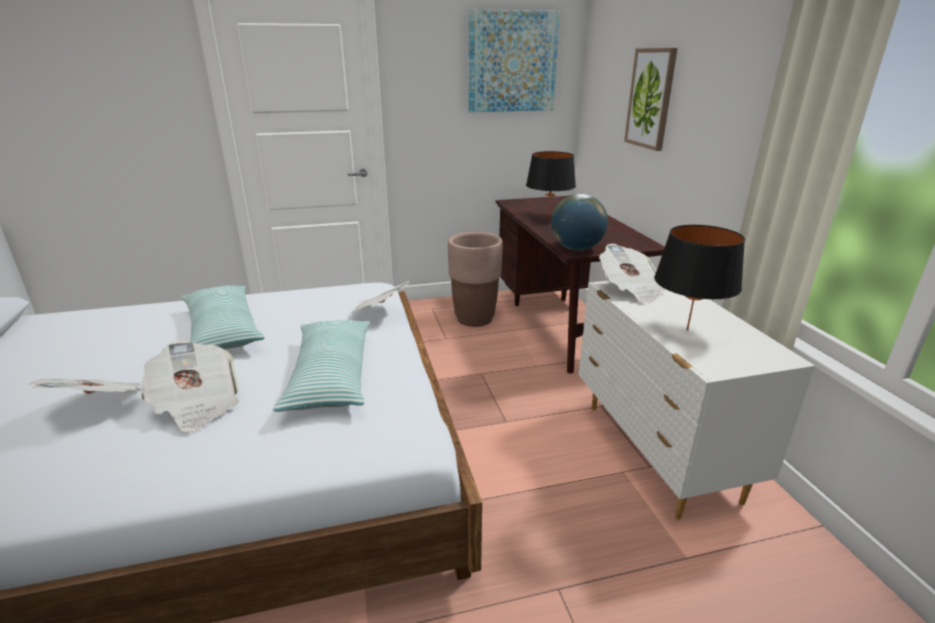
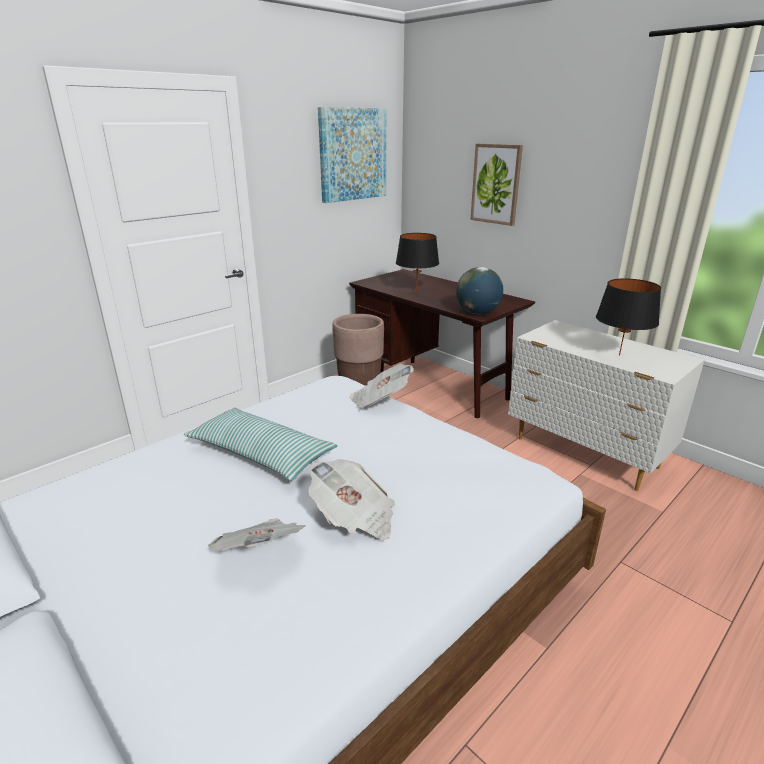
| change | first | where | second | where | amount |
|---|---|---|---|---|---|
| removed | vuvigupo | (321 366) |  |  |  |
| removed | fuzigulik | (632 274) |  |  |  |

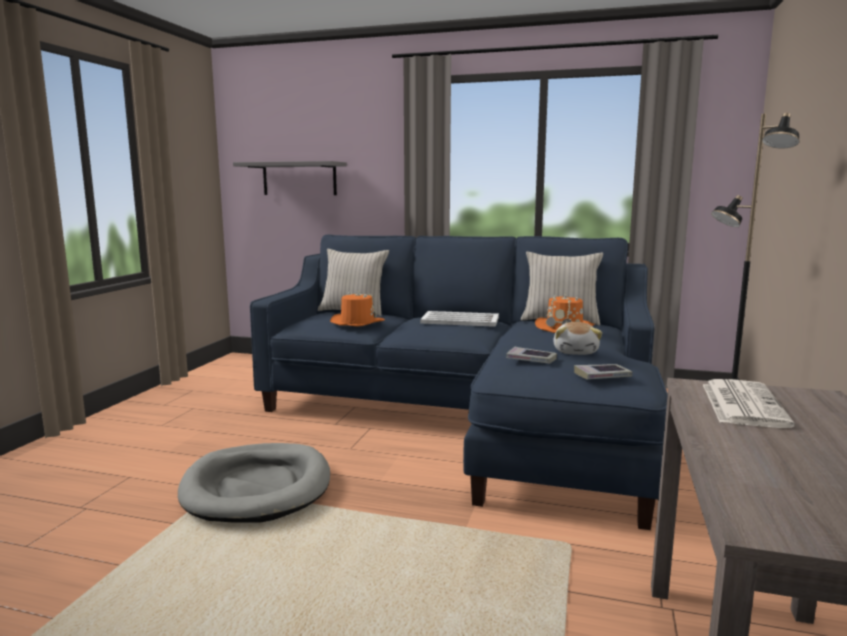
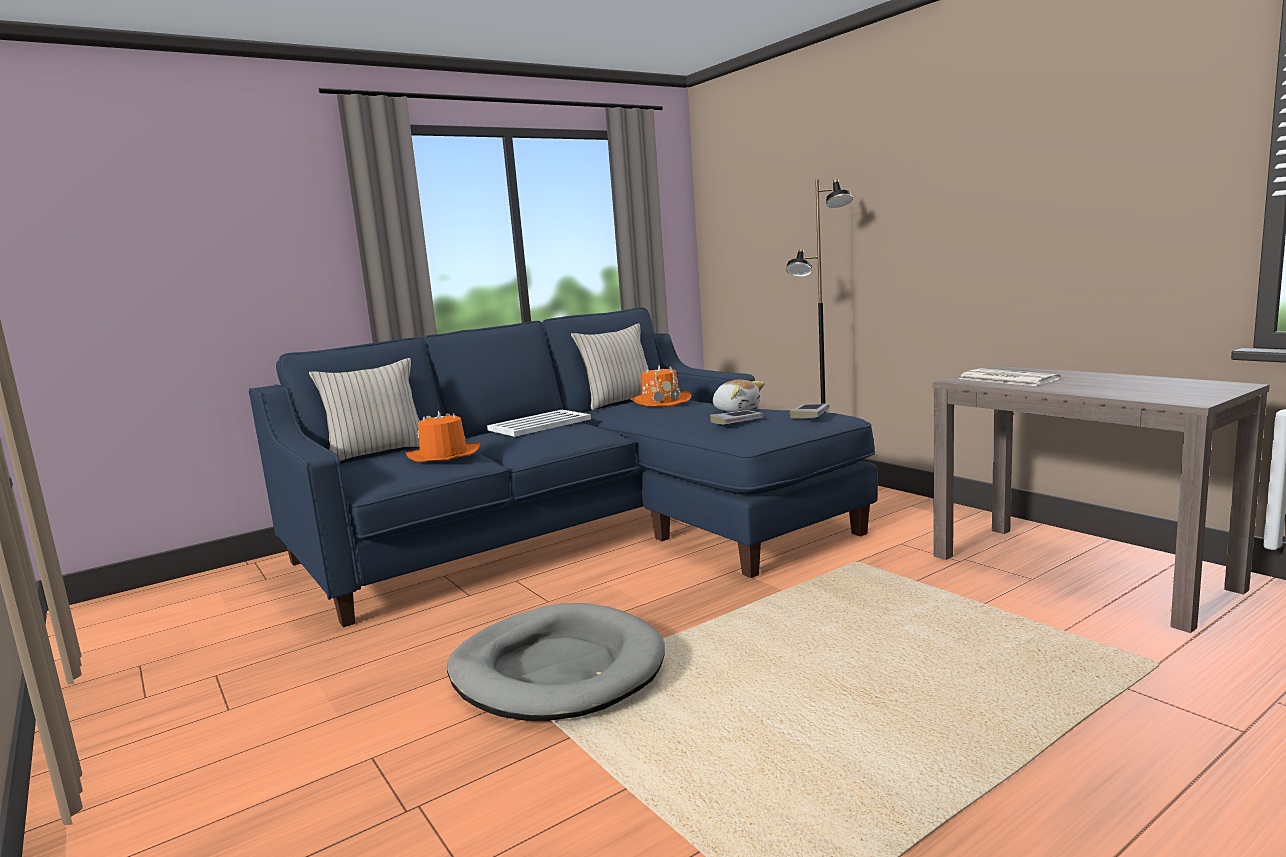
| change | first | where | second | where | amount |
|---|---|---|---|---|---|
| removed | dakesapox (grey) | (290 178) |  |  |  |

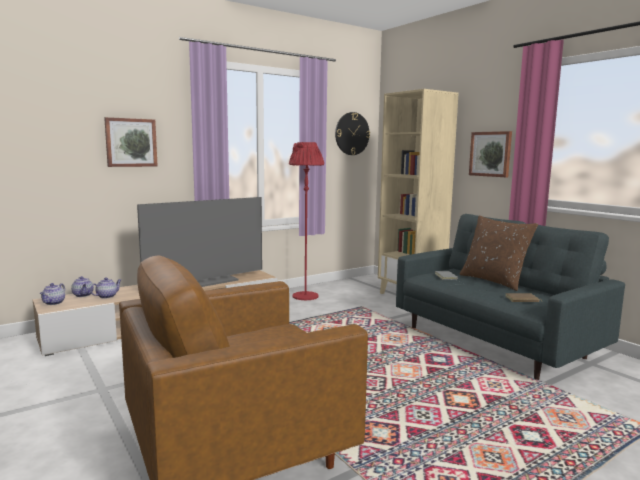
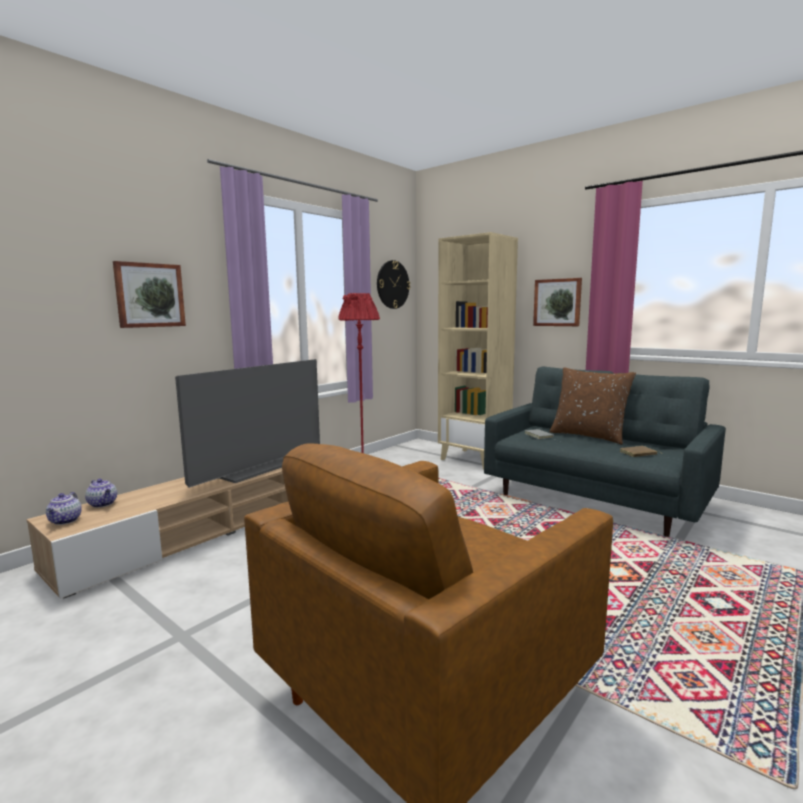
| change | first | where | second | where | amount |
|---|---|---|---|---|---|
| removed | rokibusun | (106 288) |  |  |  |

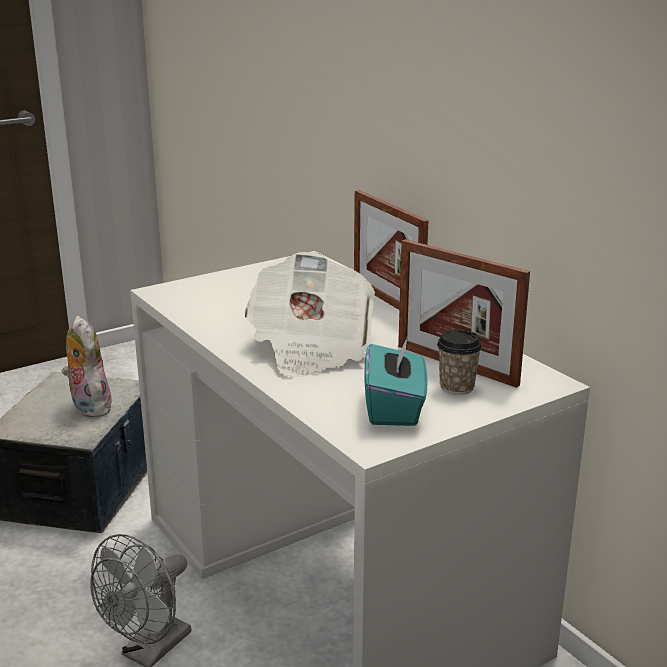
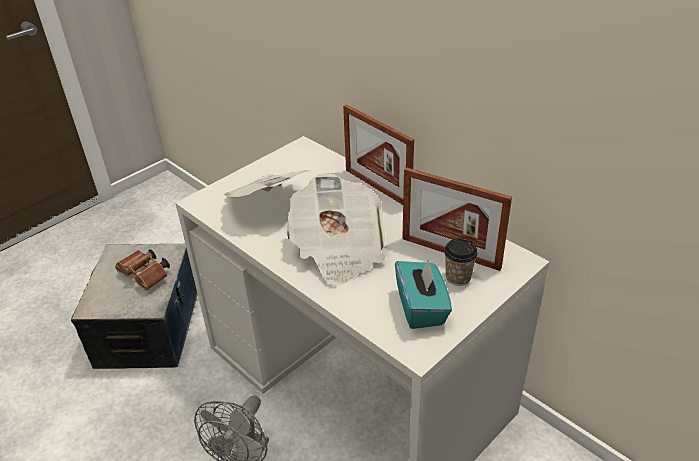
| change | first | where | second | where | amount |
|---|---|---|---|---|---|
| added |  |  | fuzigulik | (266 183) |  |
| replaced | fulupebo | (87 366) | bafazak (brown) | (142 269) |  |

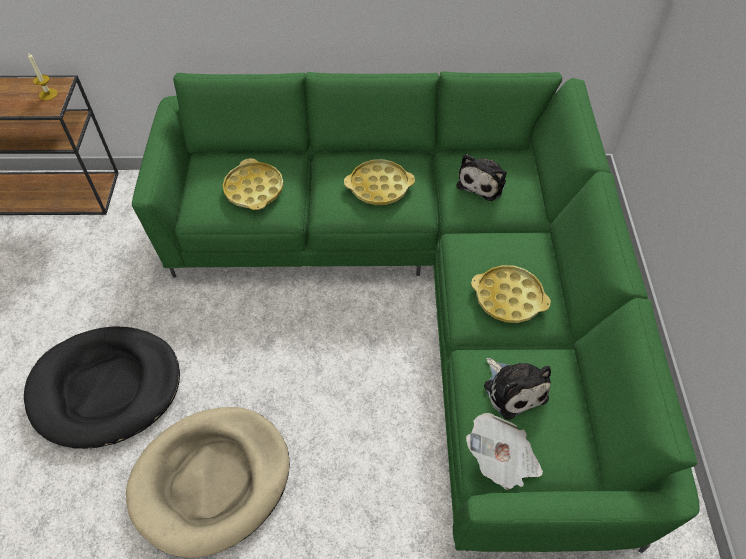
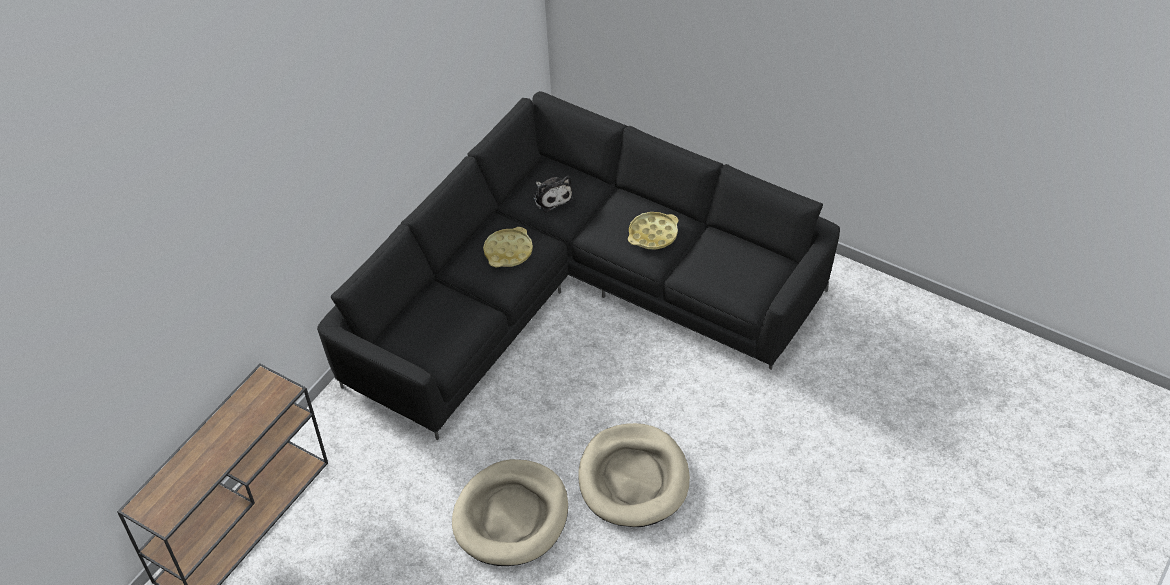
| change | first | where | second | where | amount |
|---|---|---|---|---|---|
| removed | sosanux | (43 76) |  |  |  |
| removed | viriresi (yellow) | (253 184) |  |  |  |
| removed | fuzigulik | (504 451) |  |  |  |
| removed | fulupebo | (517 389) |  |  |  |
| recoloured | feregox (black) | (102 387) | feregox (beige) | (510 512) |  |
| recoloured | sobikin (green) | (416 312) | sobikin (black) | (578 265) |  |

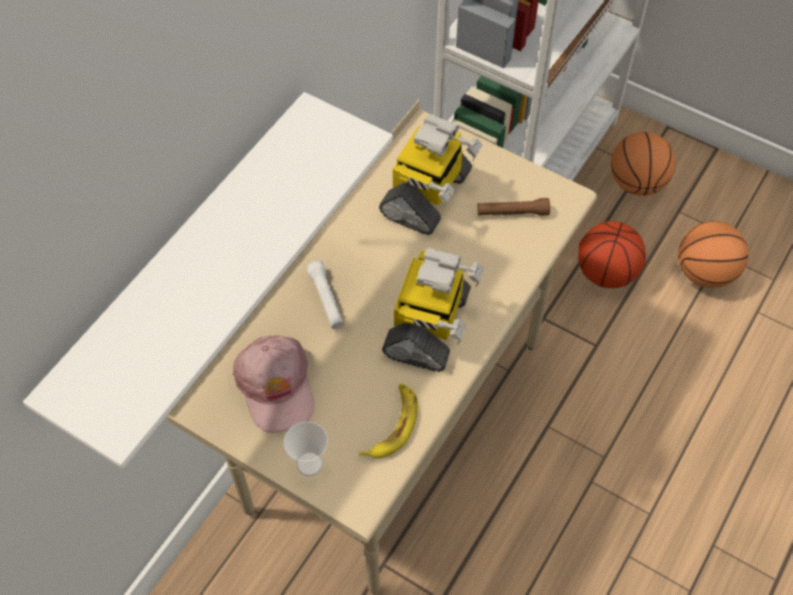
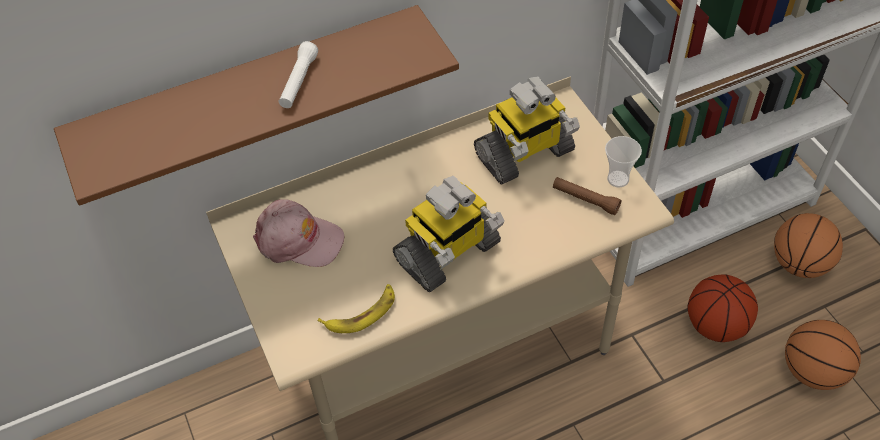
| change | first | where | second | where | amount |
|---|---|---|---|---|---|
| moved | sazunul | (306 448) |  | (623 161) |  |
| moved | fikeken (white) | (325 295) |  | (298 74) |  |
| recoloured | dakesapox (white) | (208 280) | dakesapox (brown) | (256 105) |  |
| turned | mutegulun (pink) | (273 384) |  | (298 233) | 90 degrees counterclockwise |

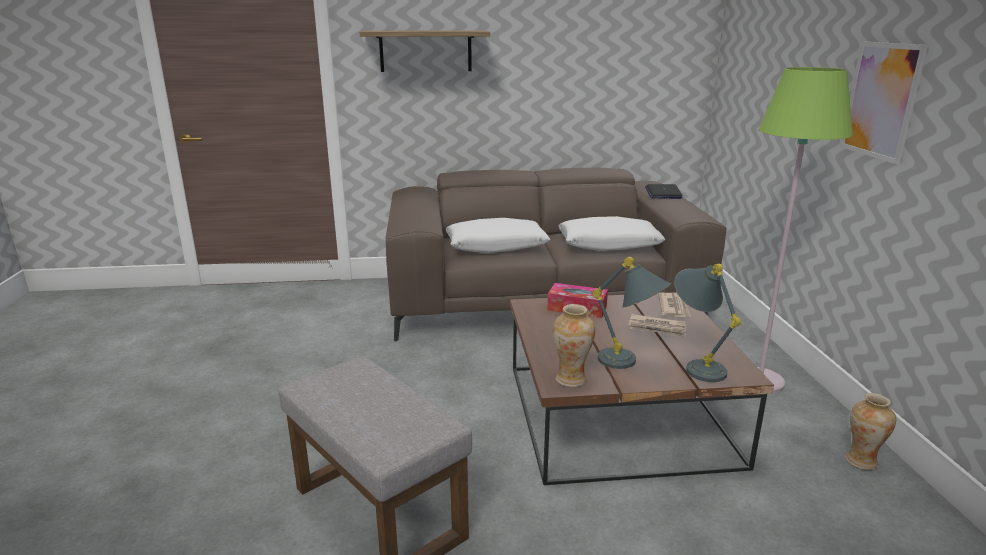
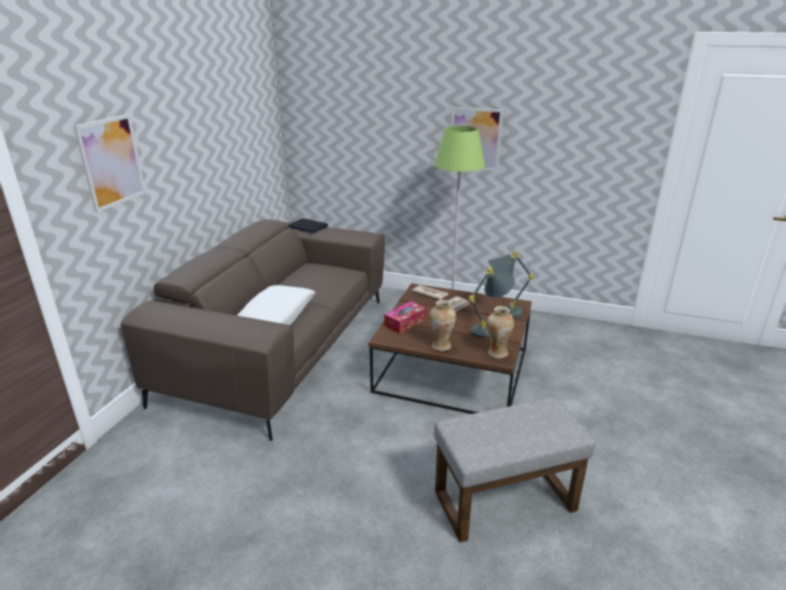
| change | first | where | second | where | amount |
|---|---|---|---|---|---|
| removed | vuvigupo (white) | (612 233) |  |  |  |
| moved | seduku | (870 431) |  | (442 325) |  |
| replaced | dakesapox | (424 51) | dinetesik | (110 163) |  |

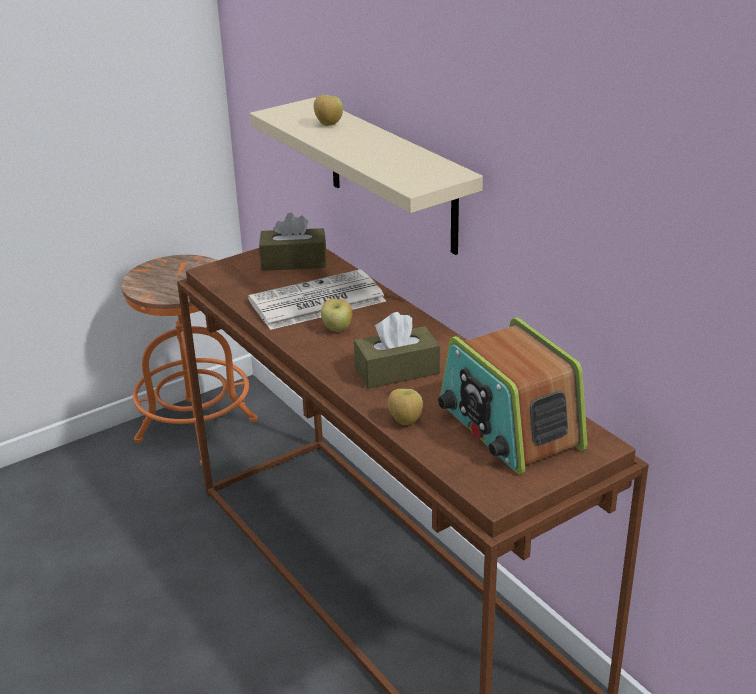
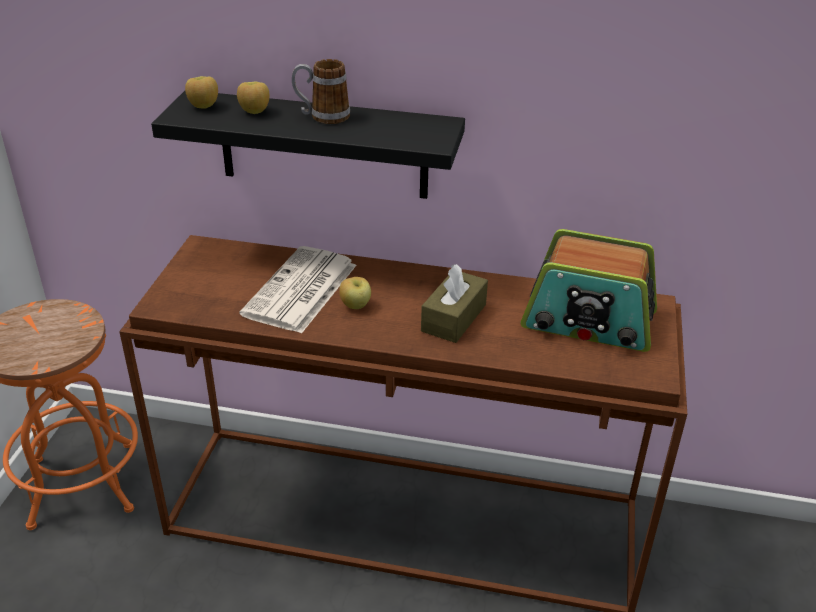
| change | first | where | second | where | amount |
|---|---|---|---|---|---|
| removed | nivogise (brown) | (292 241) |  |  |  |
| added |  |  | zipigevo | (321 91) |  |
| moved | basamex | (405 407) |  | (201 92) |  |
| recoloured | dakesapox (beige) | (366 176) | dakesapox (black) | (308 145) |  |

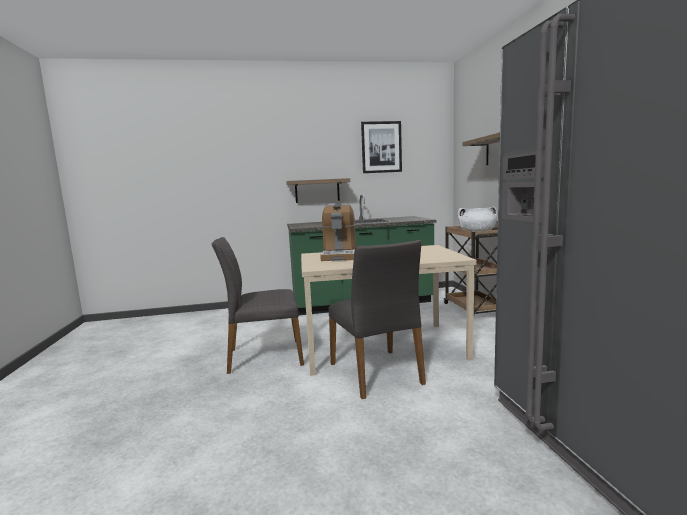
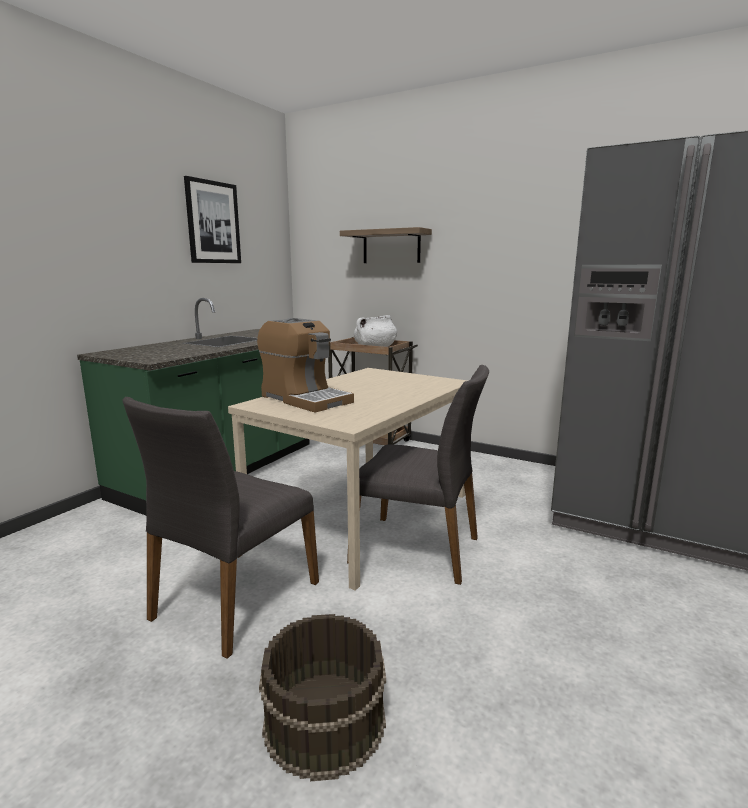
| change | first | where | second | where | amount |
|---|---|---|---|---|---|
| removed | dakesapox | (318 190) |  |  |  |
| added |  |  | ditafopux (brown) | (322 697) |  |

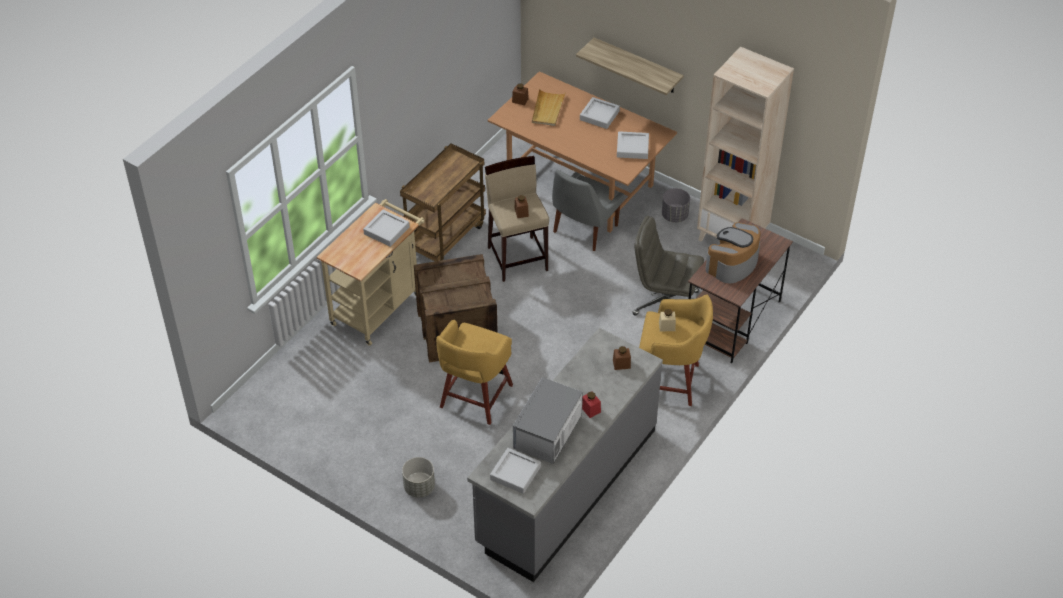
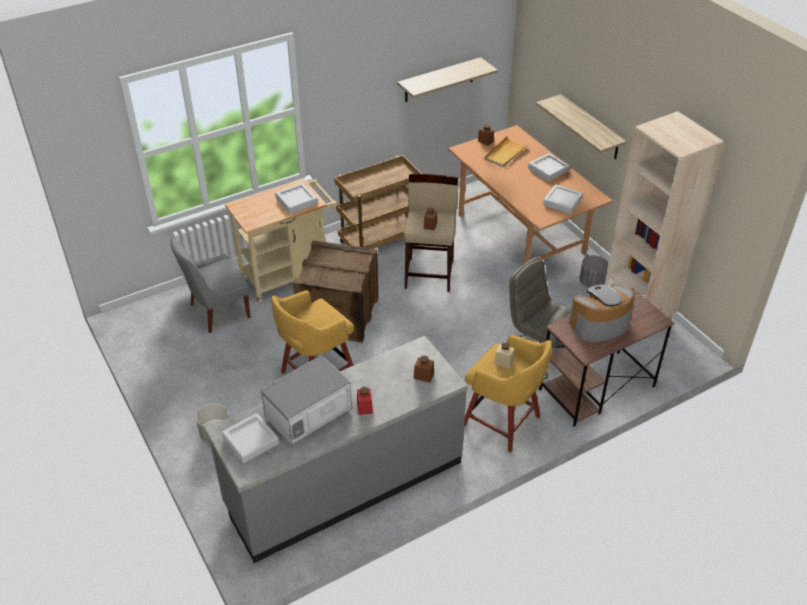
| change | first | where | second | where | amount |
|---|---|---|---|---|---|
| added |  |  | dakesapox | (447 79) |  |
| moved | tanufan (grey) | (588 210) |  | (211 285) |  |

